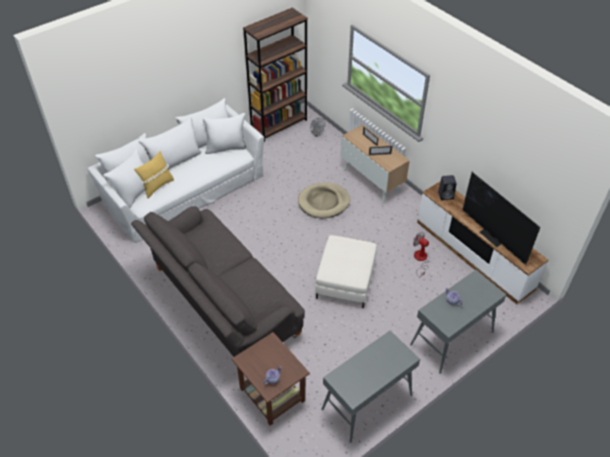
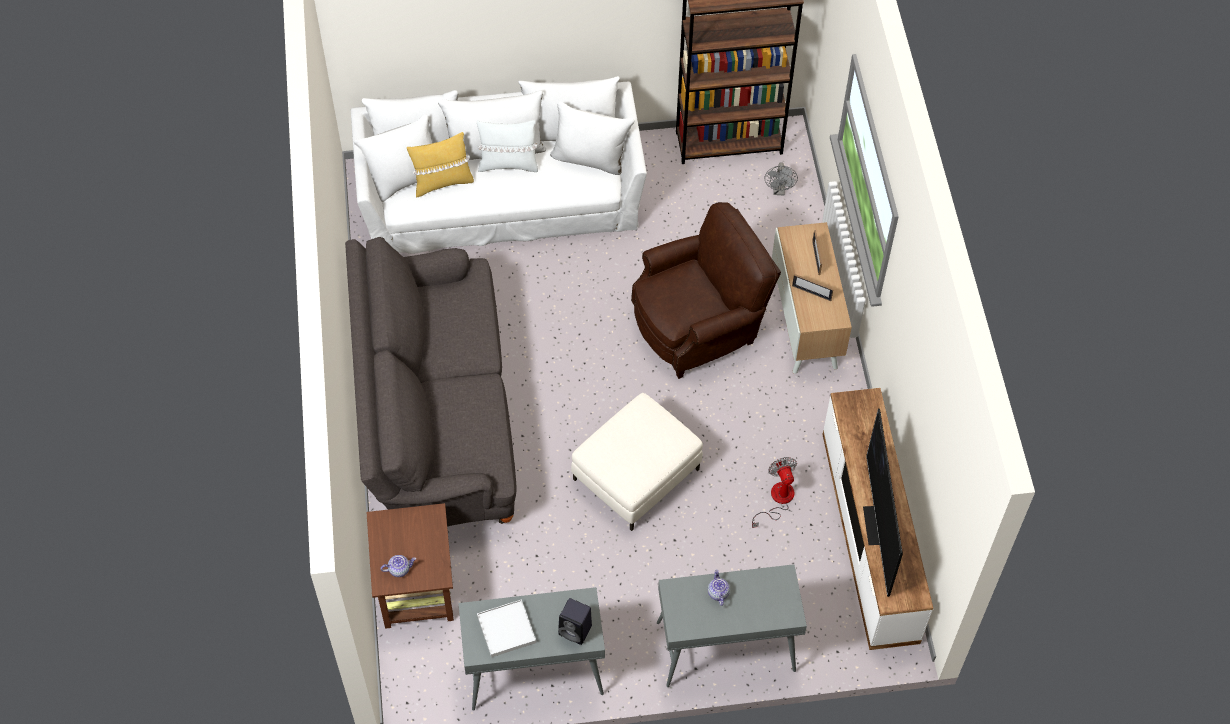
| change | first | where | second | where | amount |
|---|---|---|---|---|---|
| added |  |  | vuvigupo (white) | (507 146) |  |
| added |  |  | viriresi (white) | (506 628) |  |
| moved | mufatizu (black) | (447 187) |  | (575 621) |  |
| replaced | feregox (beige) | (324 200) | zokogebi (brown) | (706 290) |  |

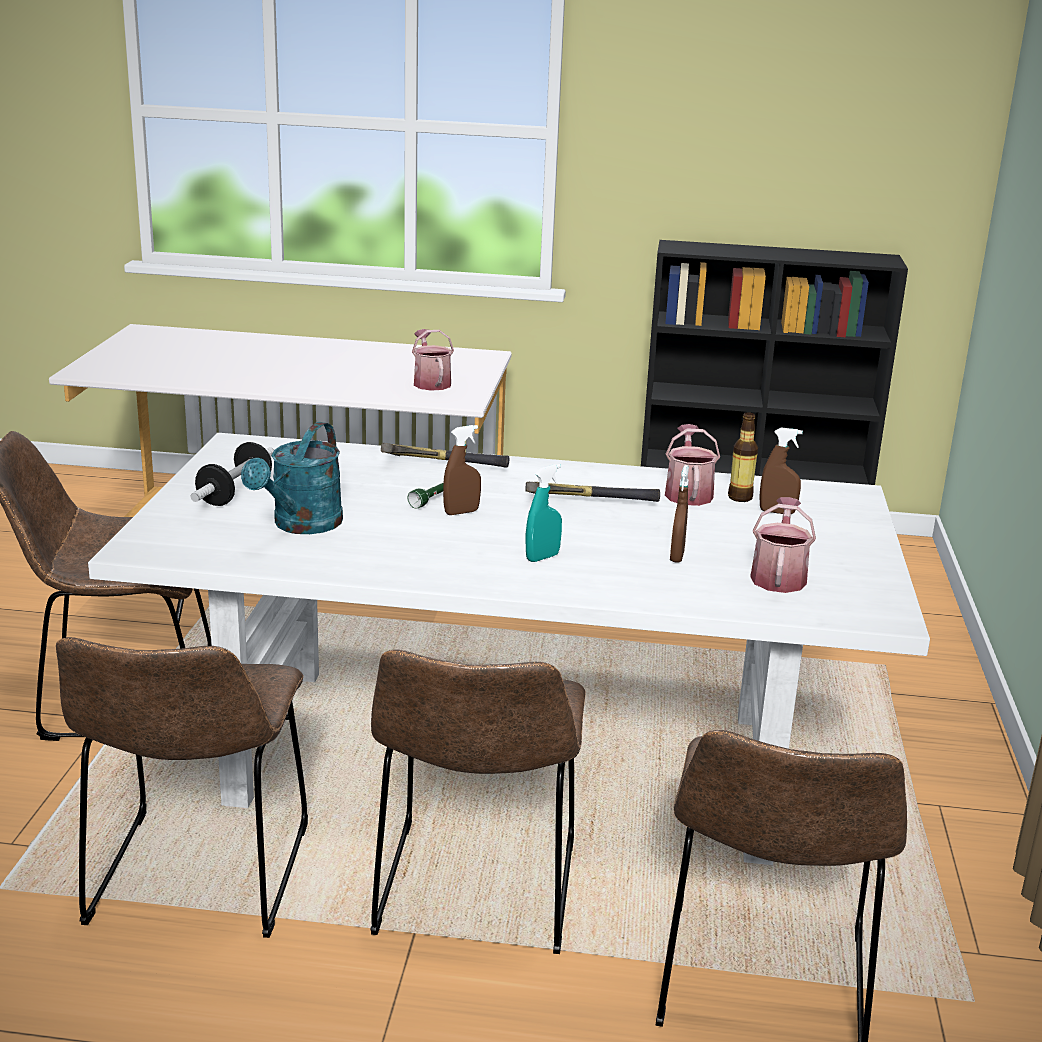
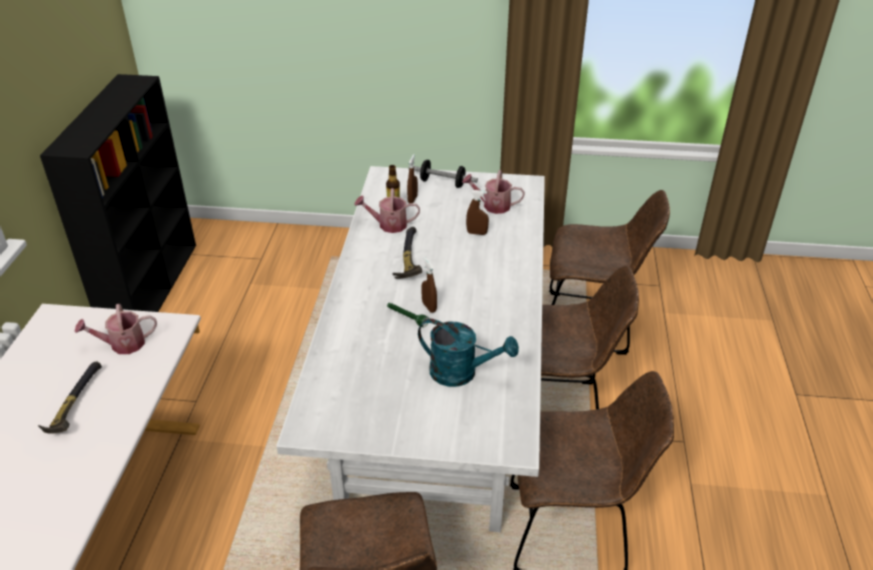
| change | first | where | second | where | amount |
|---|---|---|---|---|---|
| removed | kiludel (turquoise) | (544 513) |  |  |  |
| moved | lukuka | (232 474) |  | (443 174) |  |
| moved | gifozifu | (445 455) |  | (70 397) |  |

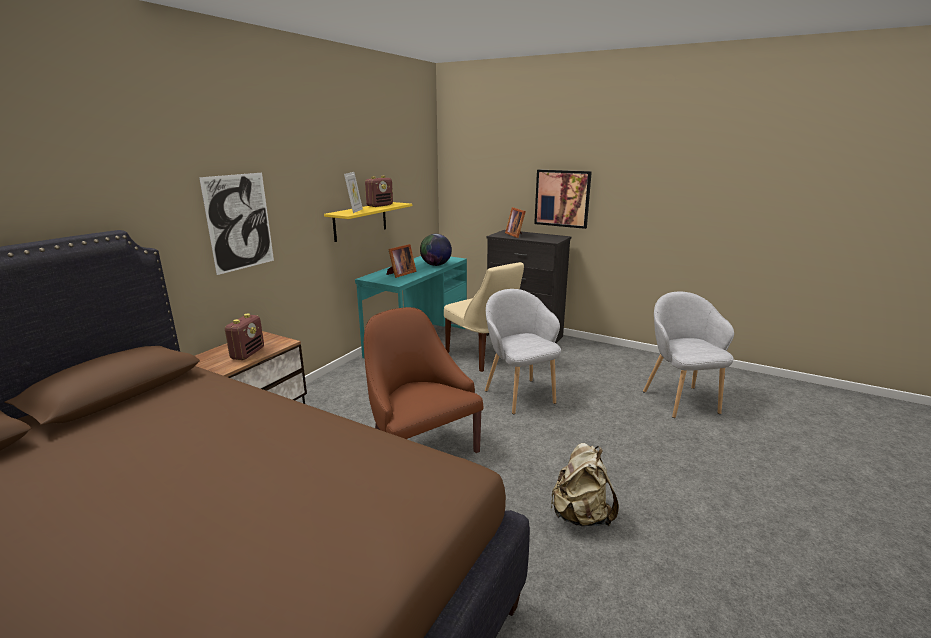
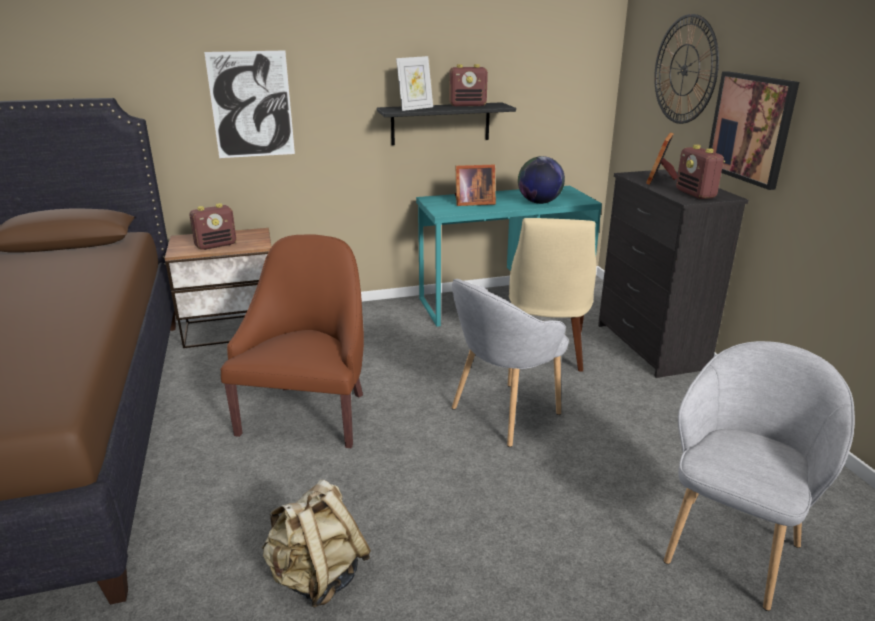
| change | first | where | second | where | amount |
|---|---|---|---|---|---|
| added |  |  | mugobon | (686 69) |  |
| added |  |  | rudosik | (700 171) |  |
| recoloured | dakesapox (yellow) | (368 222) | dakesapox (black) | (446 123) |  |
| turned | zokogebi (grey) | (523 351) |  | (510 363) | 150 degrees counterclockwise |

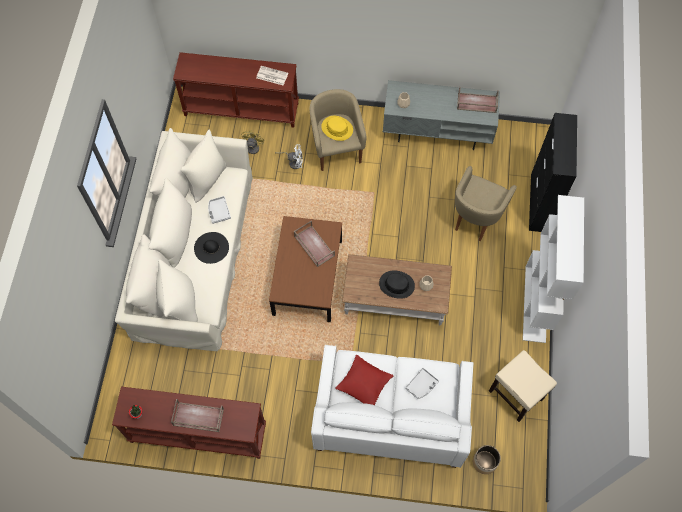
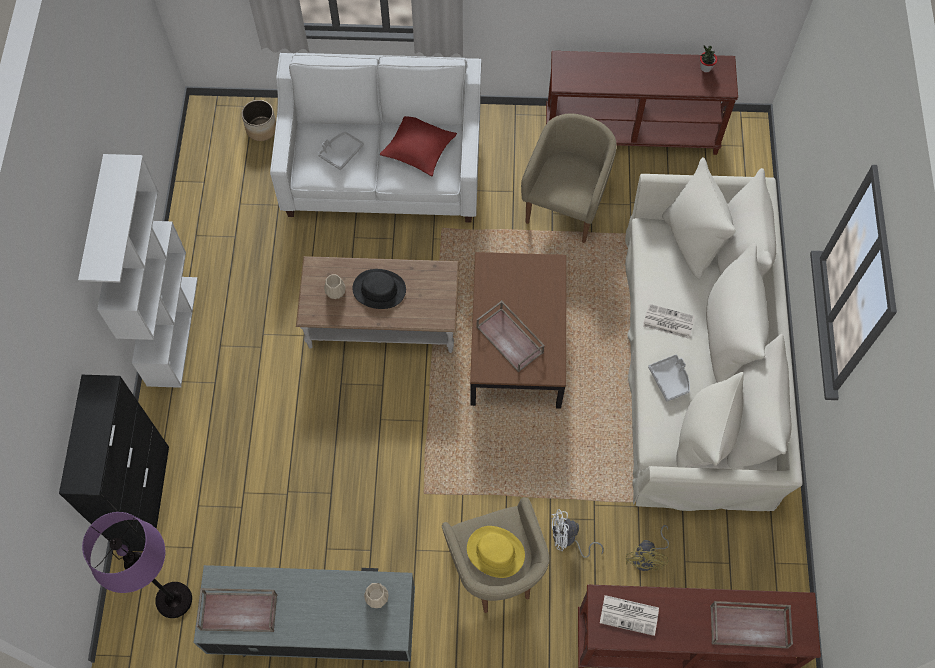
| change | first | where | second | where | amount |
|---|---|---|---|---|---|
| removed | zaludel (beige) | (523 386) |  |  |  |
| added |  |  | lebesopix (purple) | (137 565) |  |
| moved | viriresi (brown) | (197 415) |  | (751 624) |  |
| moved | zokogebi (beige) | (486 203) |  | (569 178) |  |
| replaced | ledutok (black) | (211 248) | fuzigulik | (669 321) |  |

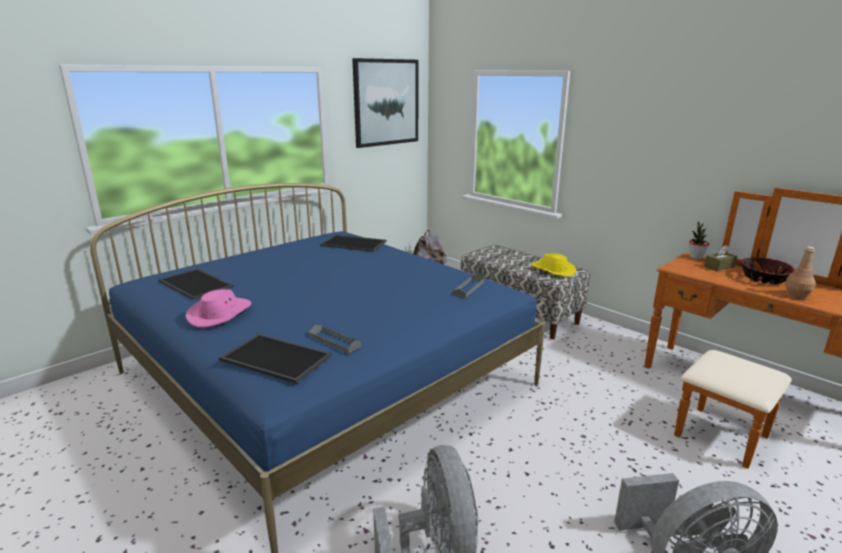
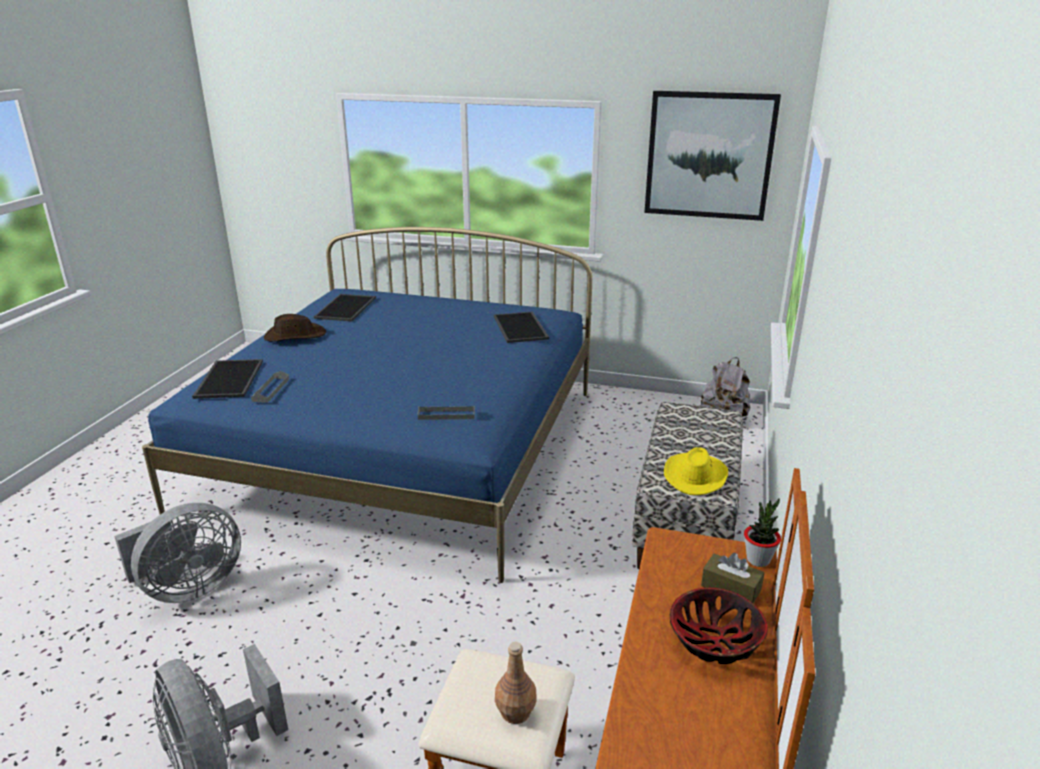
| change | first | where | second | where | amount |
|---|---|---|---|---|---|
| moved | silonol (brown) | (800 272) |  | (516 683) |  |
| recoloured | ledutok (pink) | (218 308) | ledutok (brown) | (295 328) |  |

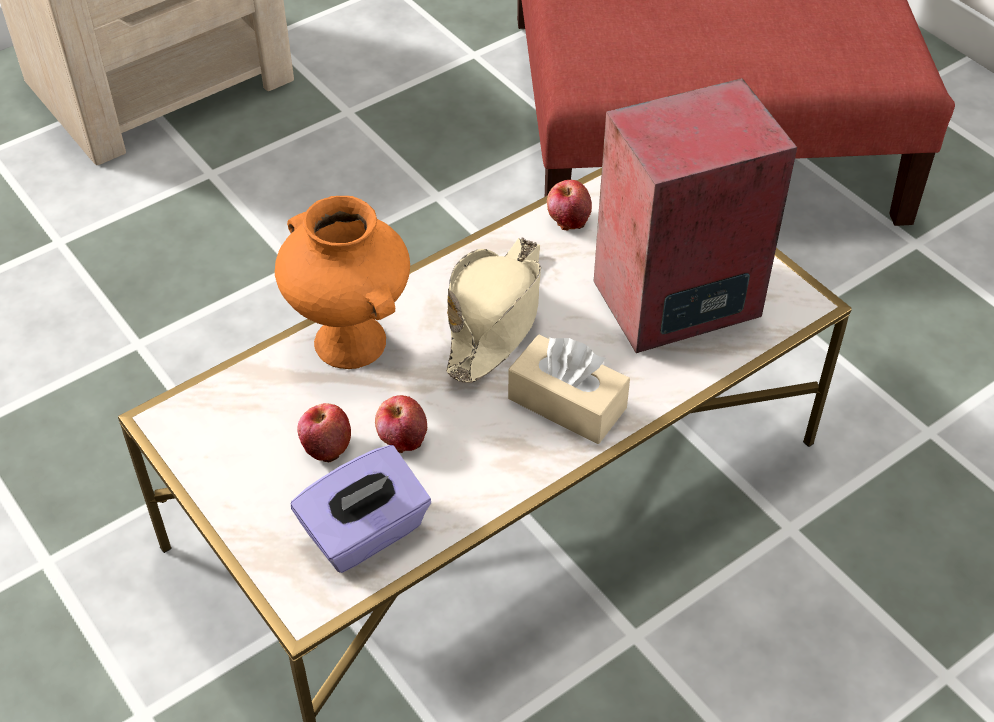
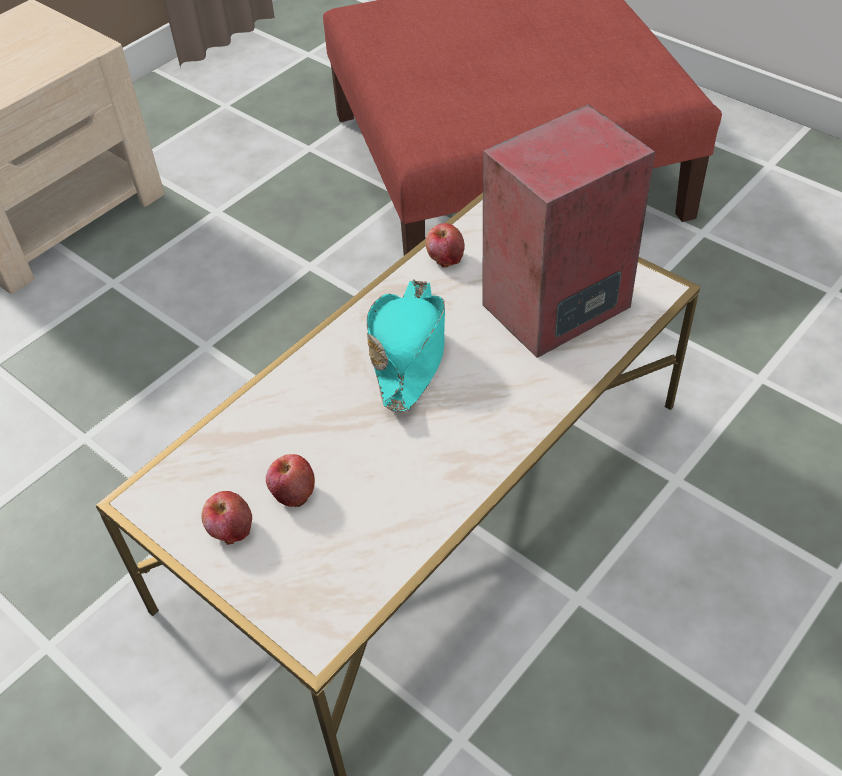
| change | first | where | second | where | amount |
|---|---|---|---|---|---|
| removed | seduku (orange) | (342 282) |  |  |  |
| removed | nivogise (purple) | (361 509) |  |  |  |
| removed | nivogise (beige) | (569 389) |  |  |  |
| moved | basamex | (401 424) |  | (226 518) |  |
| recoloured | ledutok (beige) | (493 310) | ledutok (turquoise) | (406 346) |  |

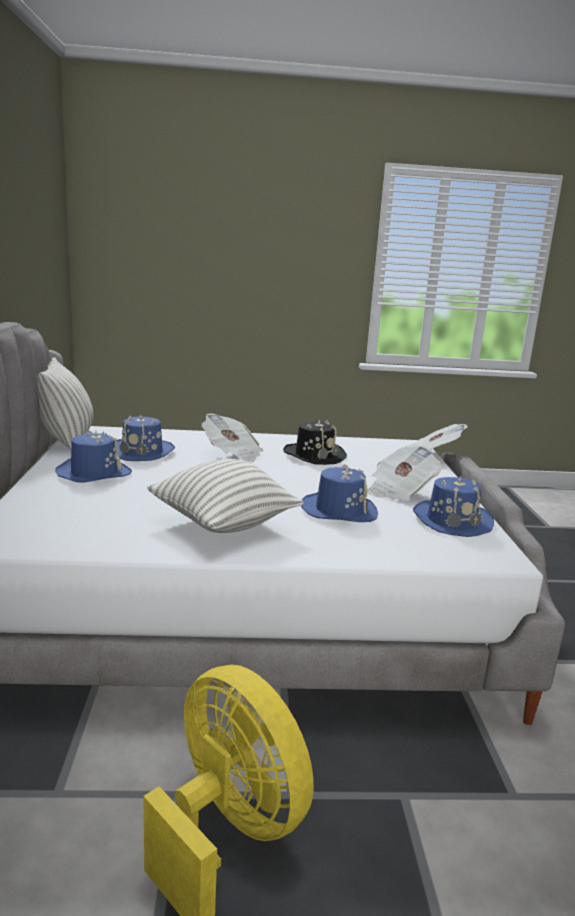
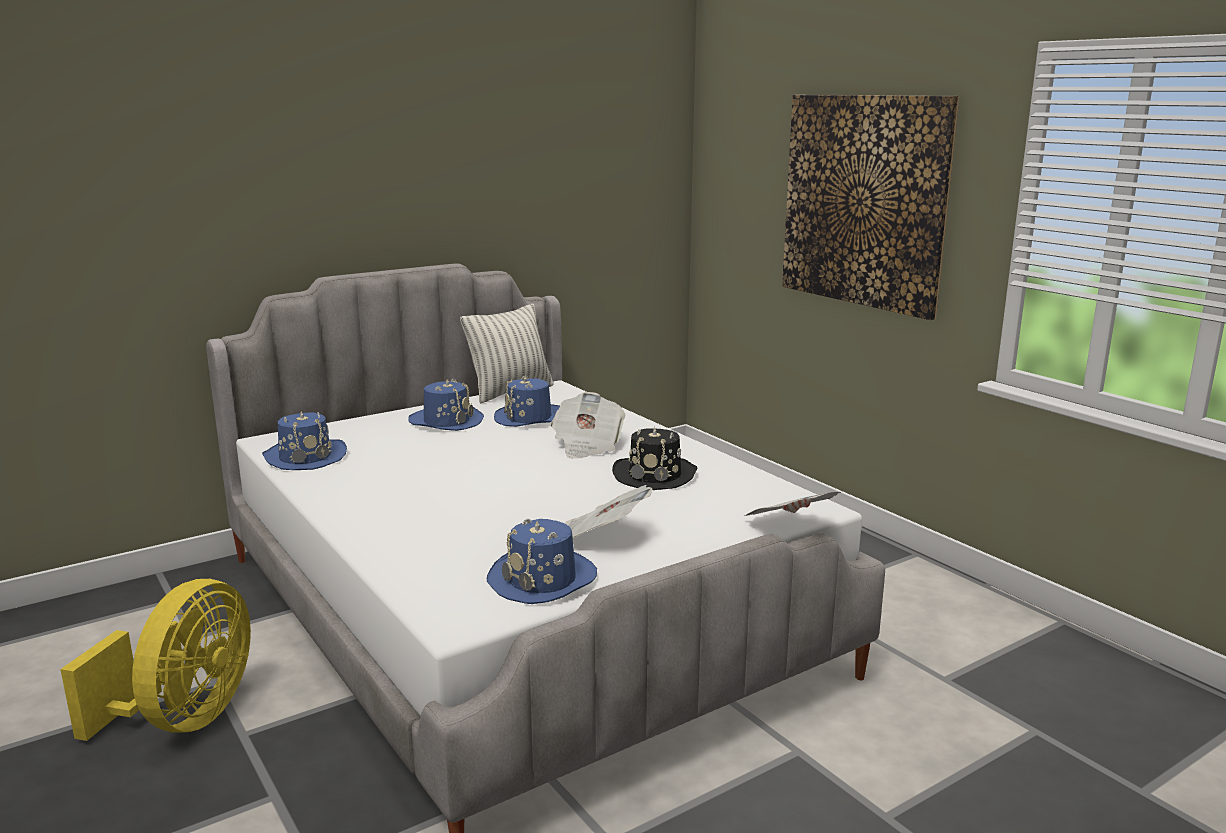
| change | first | where | second | where | amount |
|---|---|---|---|---|---|
| removed | vuvigupo | (225 496) |  |  |  |
| added |  |  | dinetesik | (870 207) |  |
| moved | ledutok (blue) | (339 493) |  | (304 440) |  |

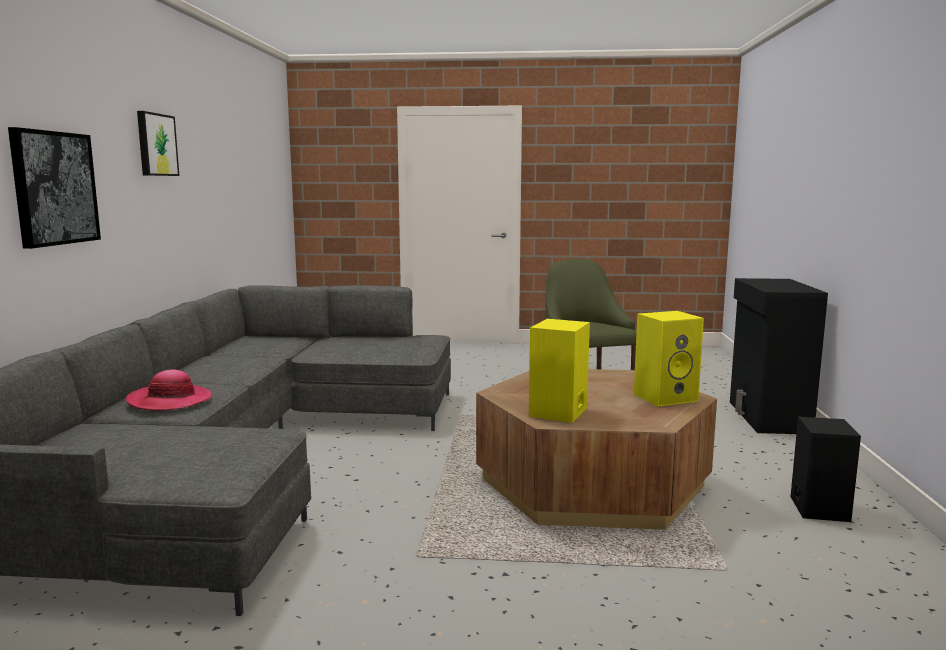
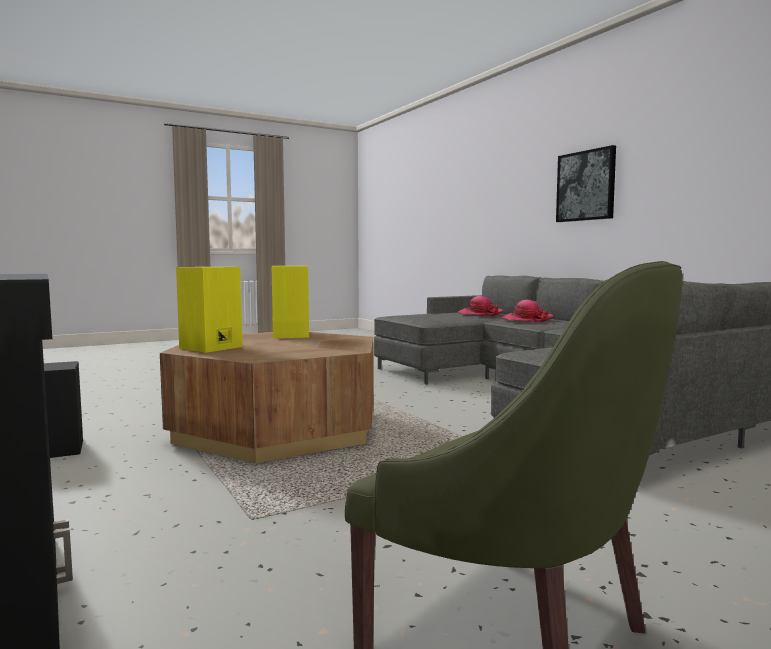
| change | first | where | second | where | amount |
|---|---|---|---|---|---|
| removed | dinetesik | (158 143) |  |  |  |
| added |  |  | ledutok | (480 306) |  |

